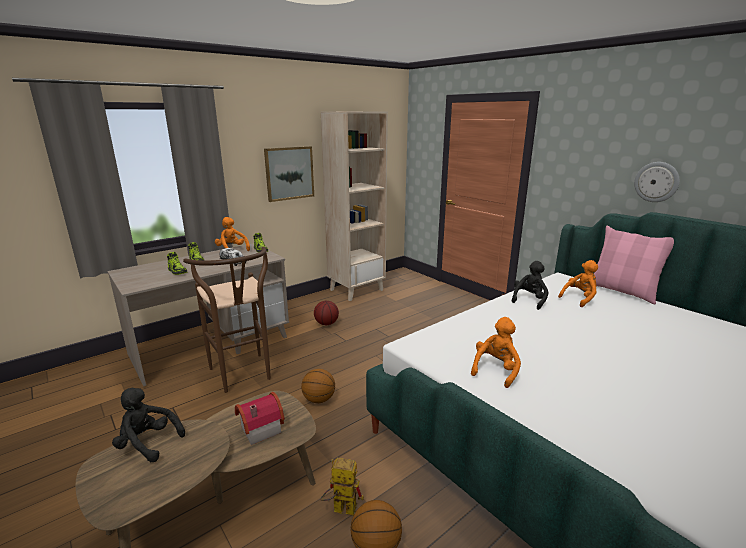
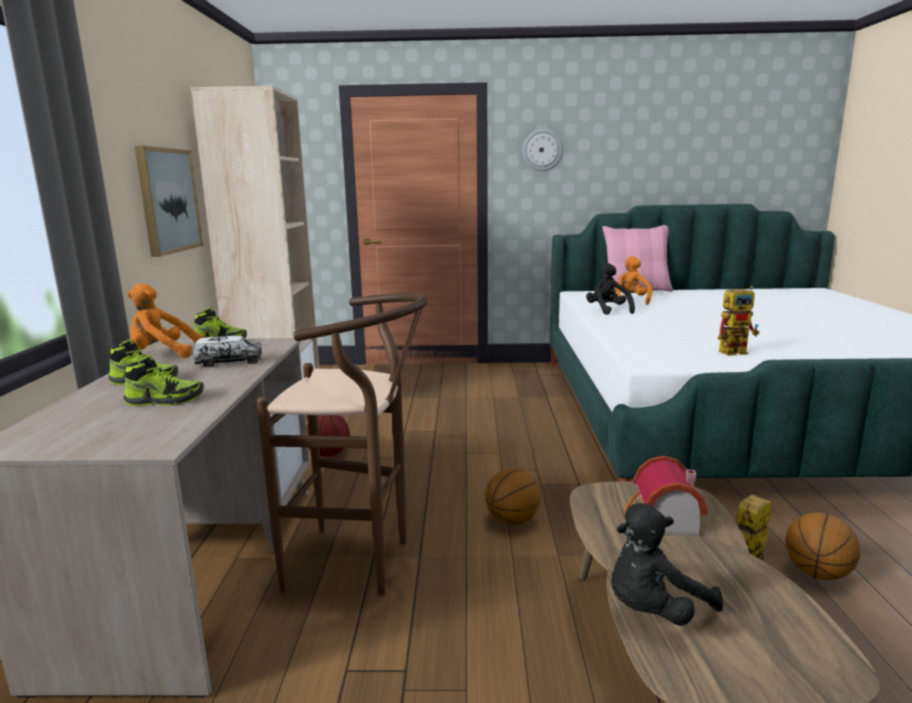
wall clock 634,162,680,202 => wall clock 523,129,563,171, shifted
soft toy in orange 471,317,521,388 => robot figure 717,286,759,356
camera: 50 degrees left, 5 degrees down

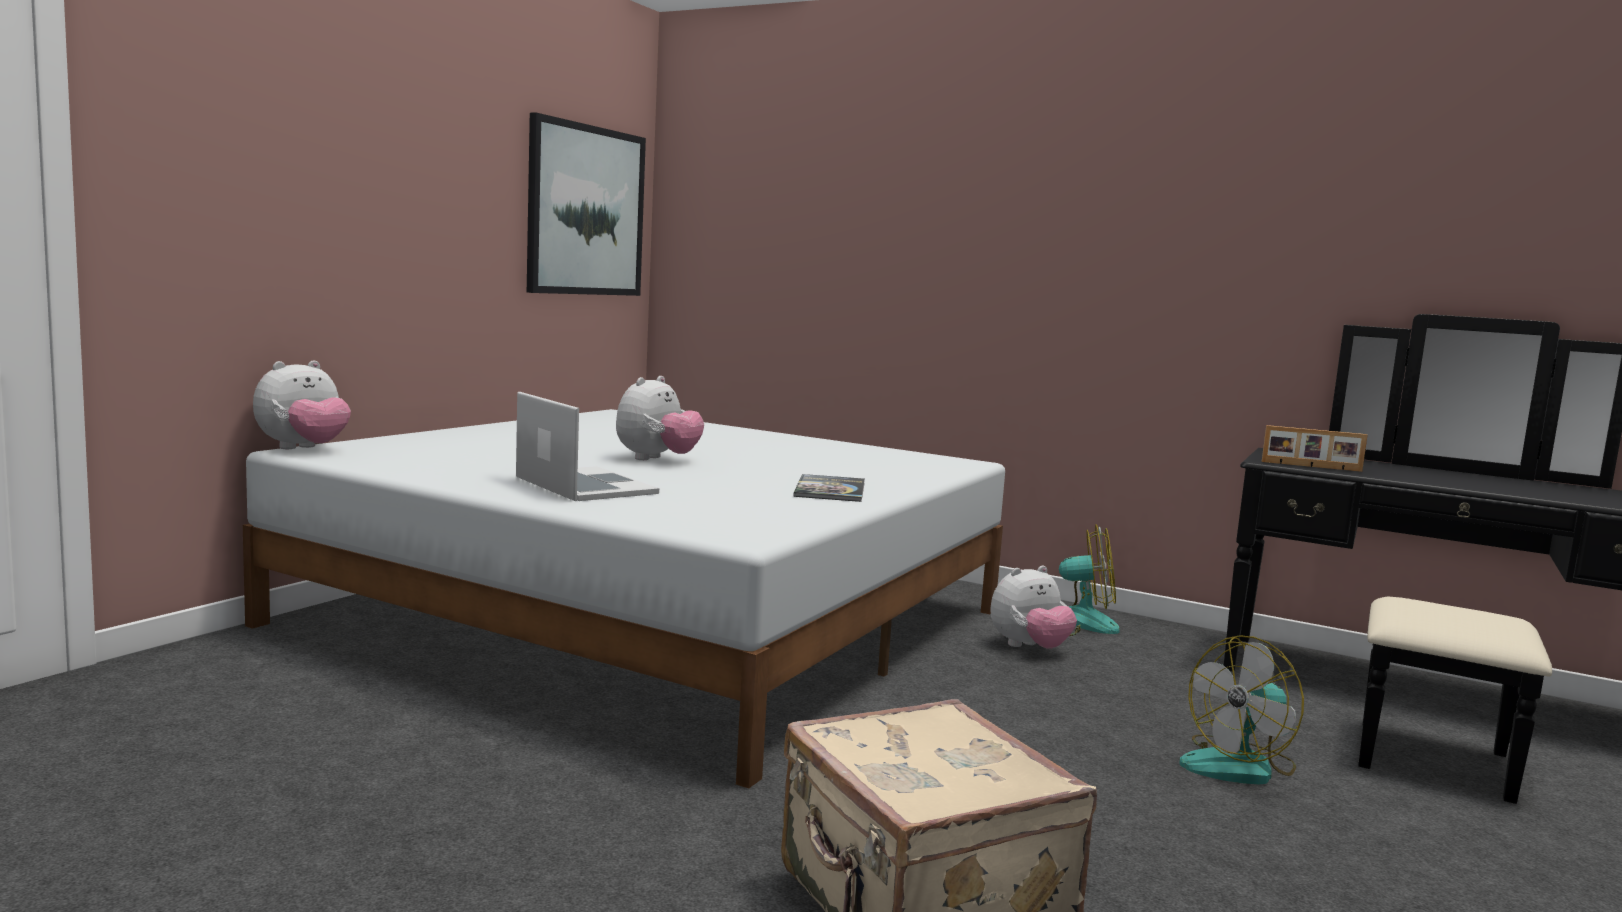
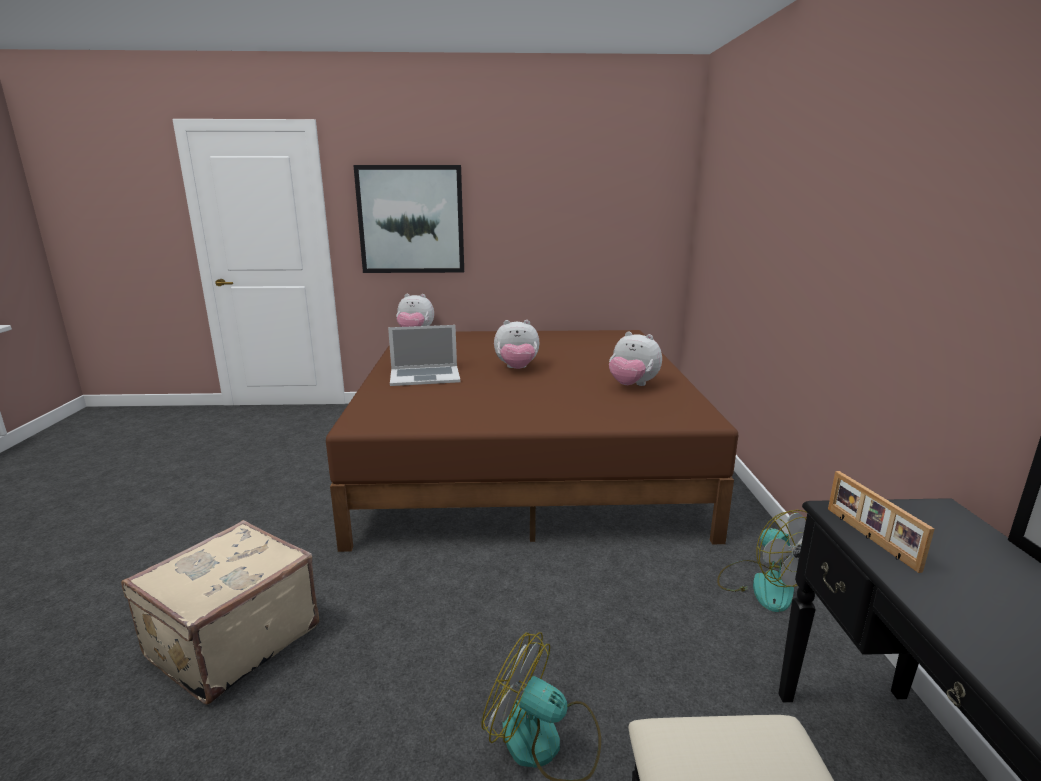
bound book 793,474,865,502 => nothing
picture 527,113,646,296 => picture 353,165,464,273, shifted
soft toy 990,565,1077,649 => soft toy 609,331,662,386, shifted
sleeping bed in white 243,409,1005,788 => sleeping bed in brown-coloured 326,330,738,552
portable computer 516,392,659,501 => portable computer 388,325,461,386, 60 degrees clockwise
camera: 60 degrees right, 10 degrees up

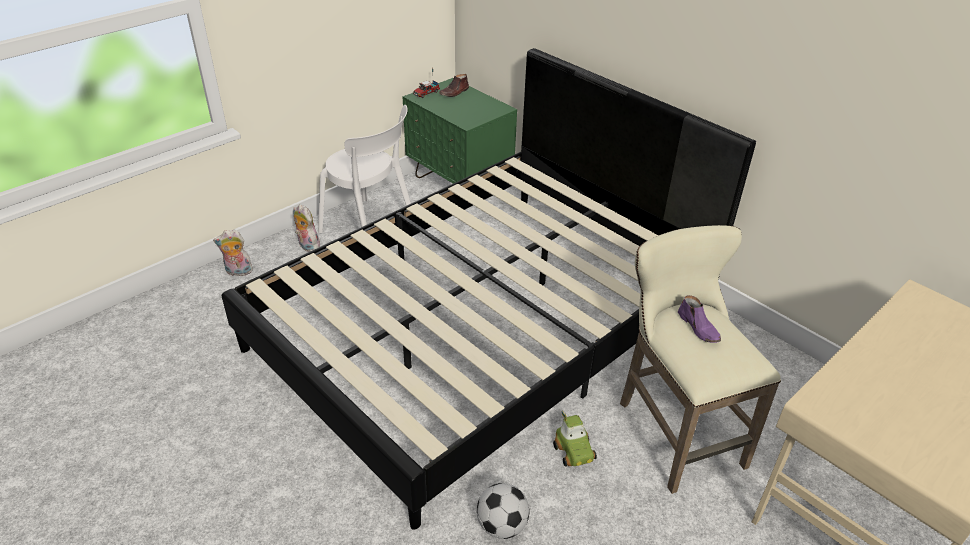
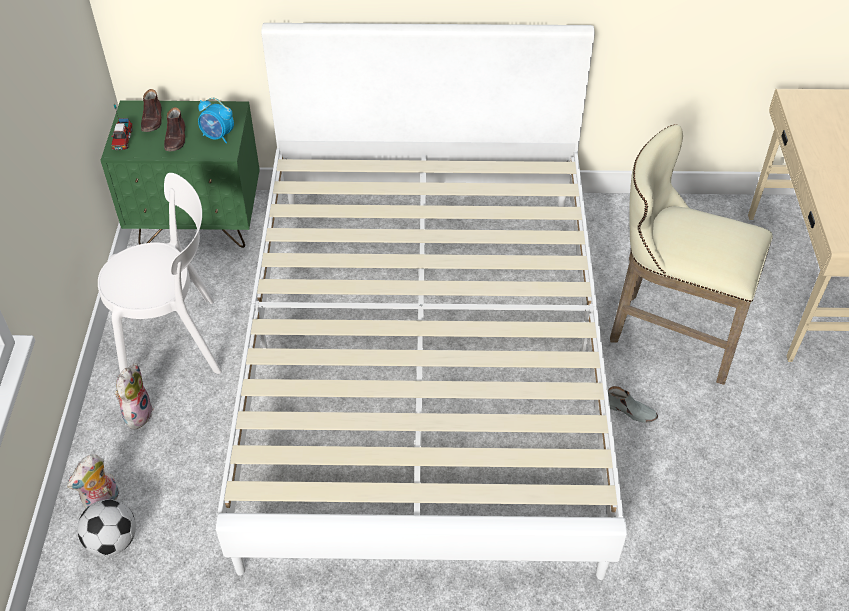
low shoe in purple 678,295,721,343 => nothing
nothing => low shoe in brown-coloured 164,107,185,151
nothing => alarm clock 198,98,234,143
ball for football 477,483,529,539 => ball for football 77,499,136,556, shifted
model car 553,411,597,467 => low shoe in greyish 608,386,658,422
sleeping bed in black 222,48,756,530 => sleeping bed in white 216,23,627,580
soft toy 293,204,322,252 => soft toy 115,363,154,430, 105 degrees clockwise
camera: 45 degrees left, 10 degrees up

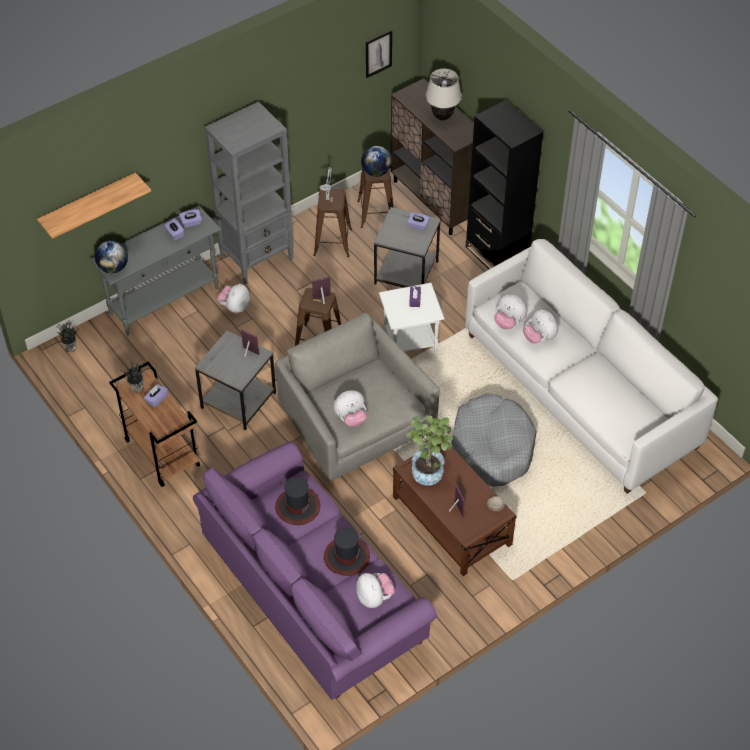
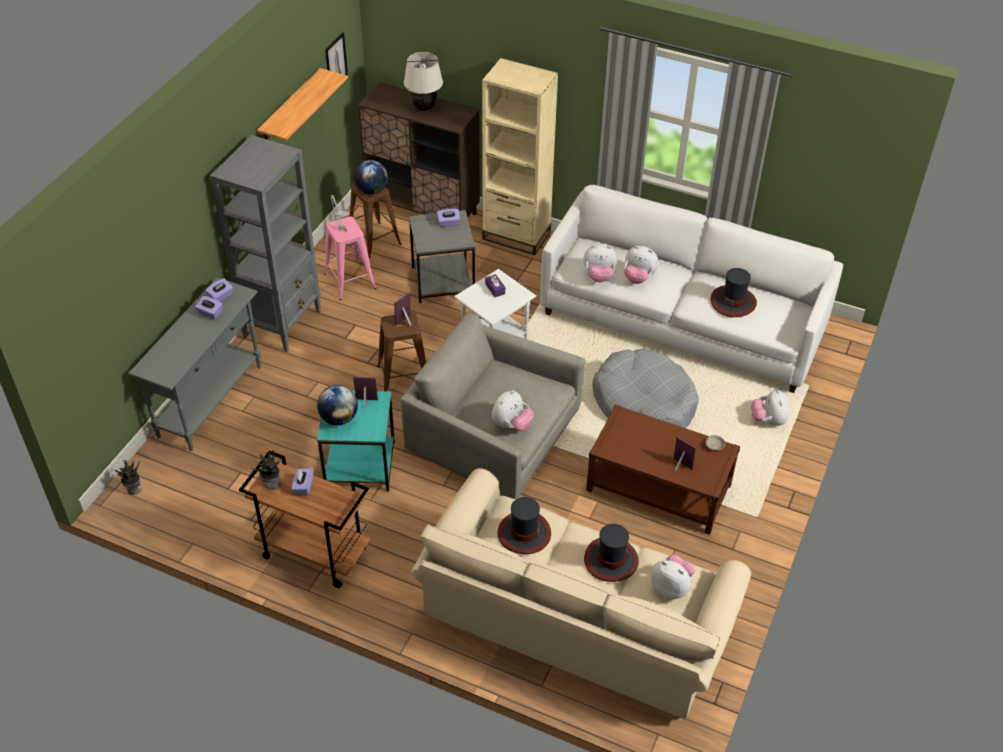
houseplant 406,415,454,486 => nothing
nothing => clothing hat 711,268,757,317
shelf 37,172,151,239 => shelf 257,68,348,141, shifted
desk globe 95,240,128,273 => desk globe 317,385,358,425, shifted
soft toy 217,284,250,313 => soft toy 751,389,789,426, shifted
sofa in purple 193,441,437,700 => sofa in beige-coloured 411,468,752,719
accent table in greyish 195,331,276,430 => accent table in turquoise-coloured 317,391,395,492
stool in brown-coloured 314,189,352,257 => stool in pinkish 324,217,376,300
bookshelf in black 466,100,543,269 => bookshelf in beige-coloured 482,58,558,255
camera: 30 degrees left, 5 degrees down

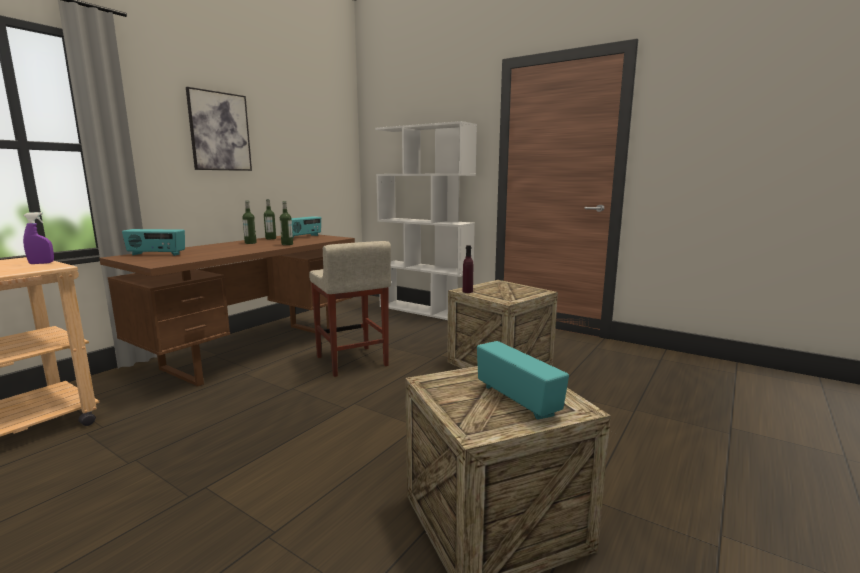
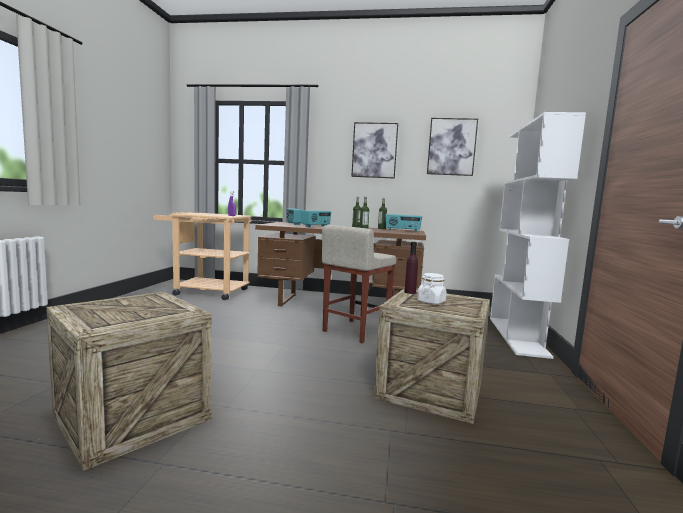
nothing => preserve jar in white 417,273,446,304
nothing => picture 427,118,478,176
radio receiver 477,341,569,420 => radio receiver 301,210,331,227, shifted
camera: 65 degrees right, 5 degrees down

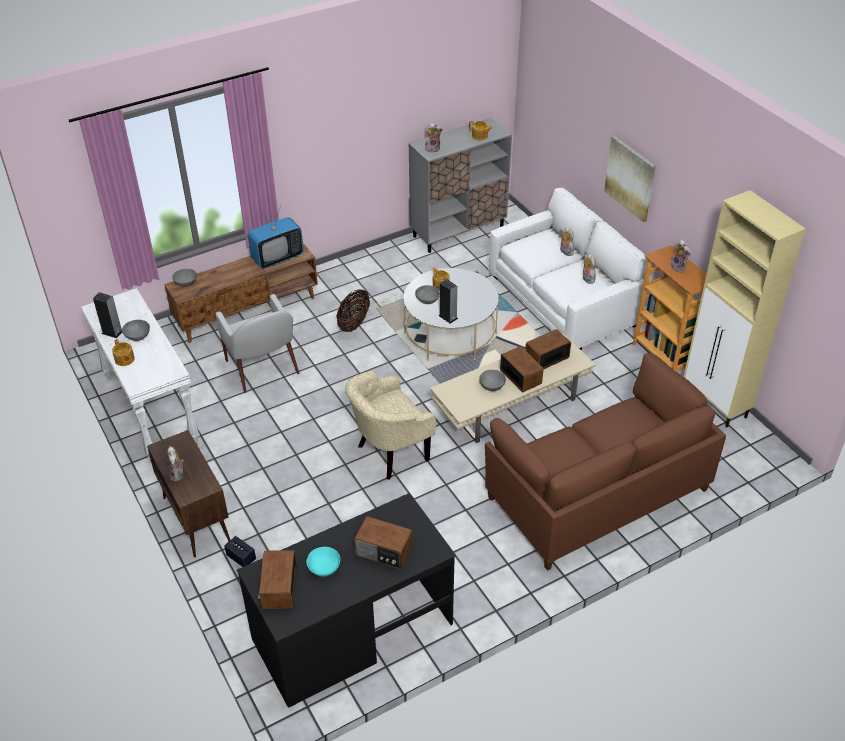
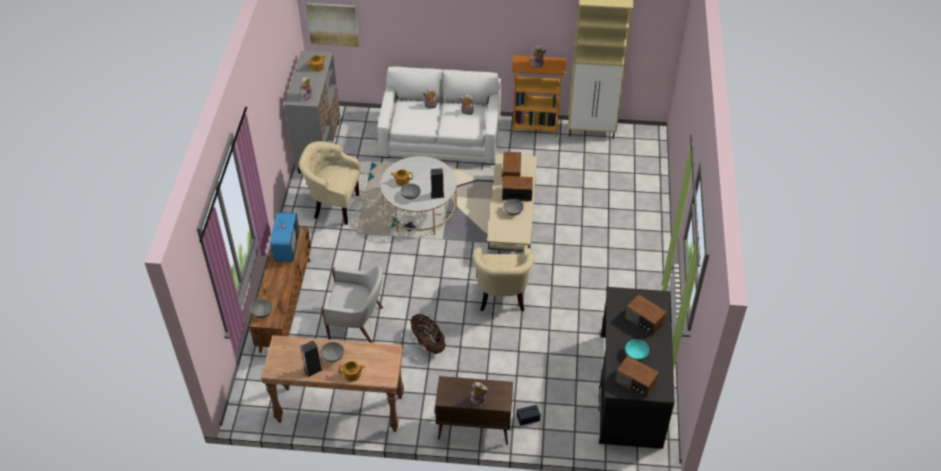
sofa in brown-coloured 485,353,726,571 => nothing
nothing => lounge chair in beige-coloured 299,141,361,225
household basket 336,289,370,332 => household basket 411,314,446,354, shifted
picture 604,136,656,222 => picture 306,3,359,47, shifted
narrow table in white 81,288,200,461 => narrow table in brown-coloured 261,335,404,432
radio receiver 354,516,413,569 => radio receiver 624,294,667,335, 75 degrees clockwise
camera: 55 degrees left, 5 degrees up

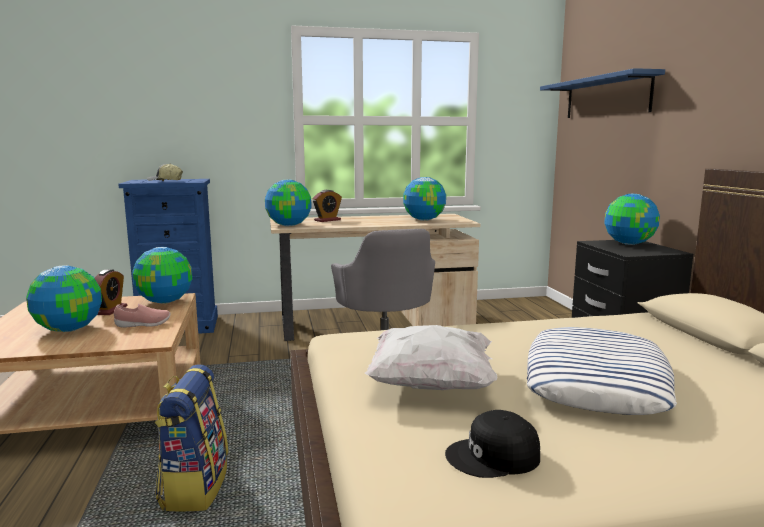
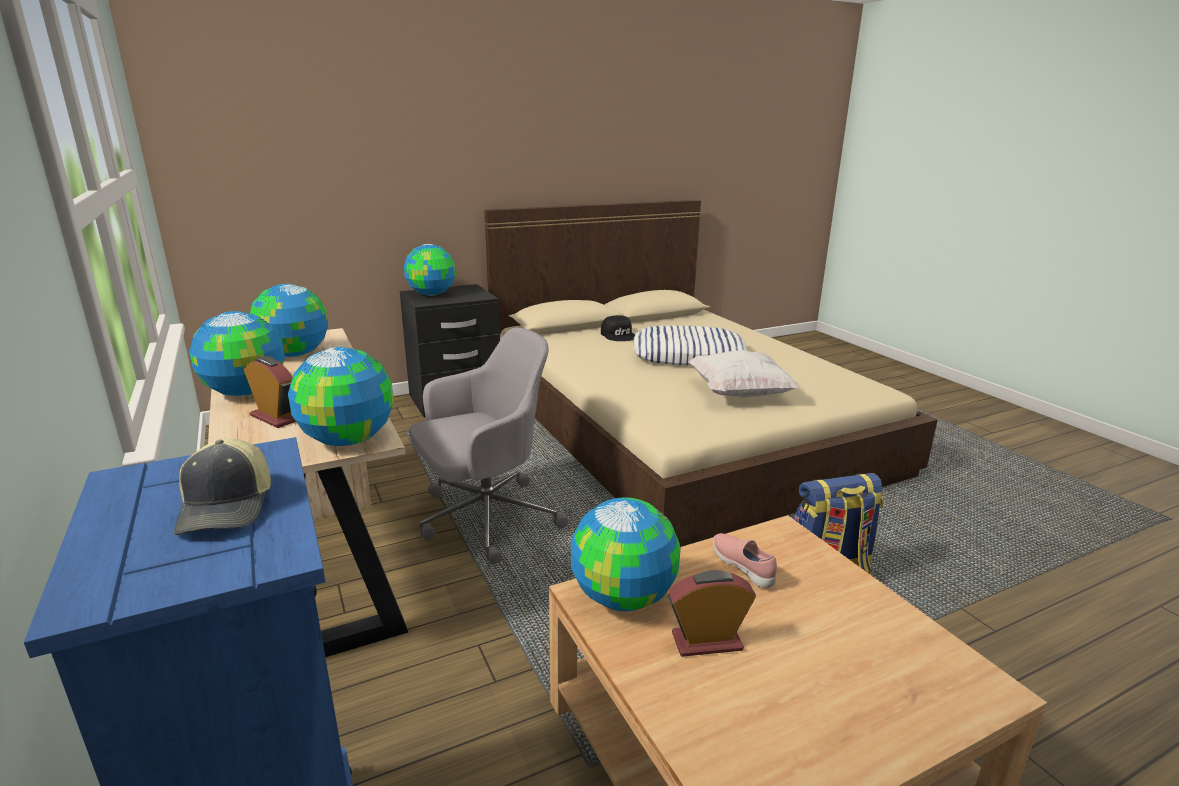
shelf in blue 540,68,665,118 => nothing
desk globe 26,265,102,332 => desk globe 189,311,285,396, shifted
peaked cap in black 445,410,540,478 => peaked cap in black 601,315,635,341, shifted
camera: 105 degrees left, 10 degrees up

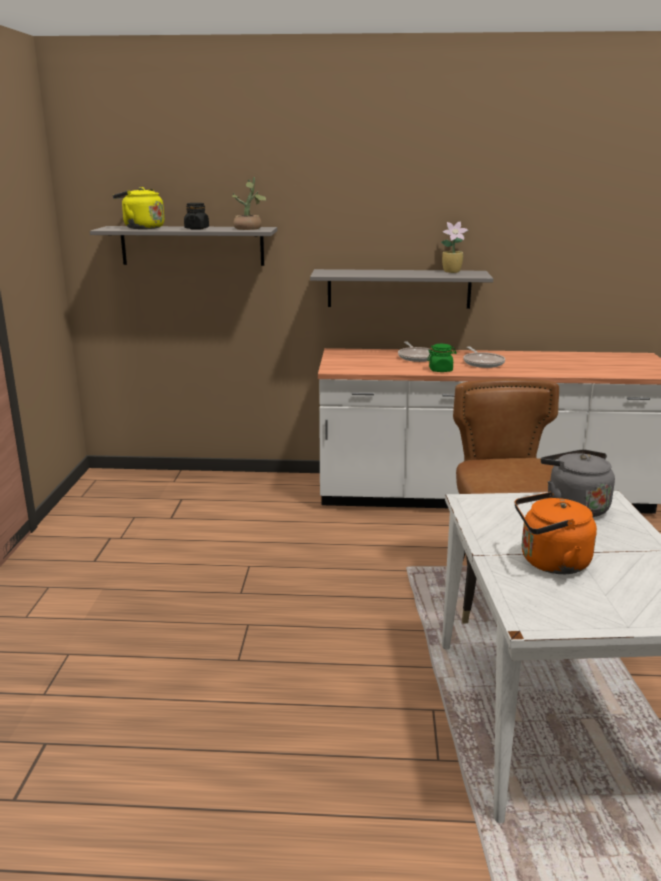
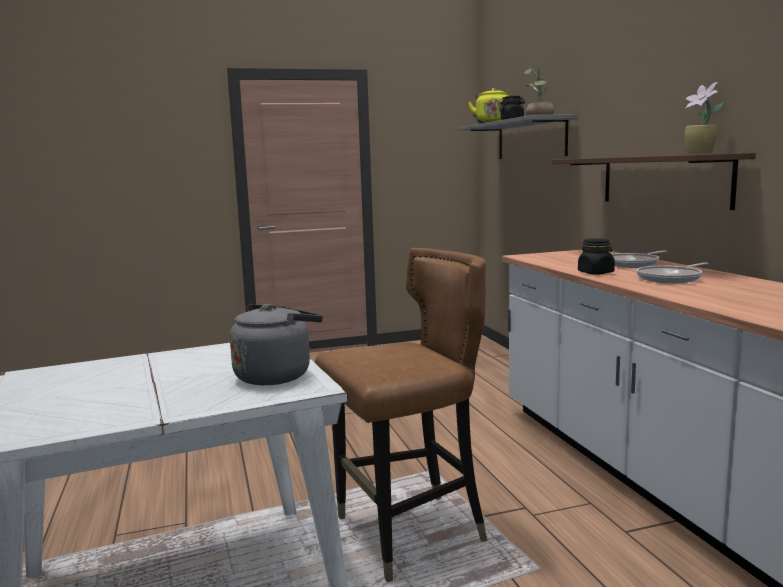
tea kettle in orange 515,492,597,574 => nothing
shelf in greyish 310,269,493,309 => shelf in brown-coloured 552,153,756,210
preserve jar in green 427,344,456,372 => preserve jar in black 578,238,615,275
camera: 70 degrees right, 10 degrees down

